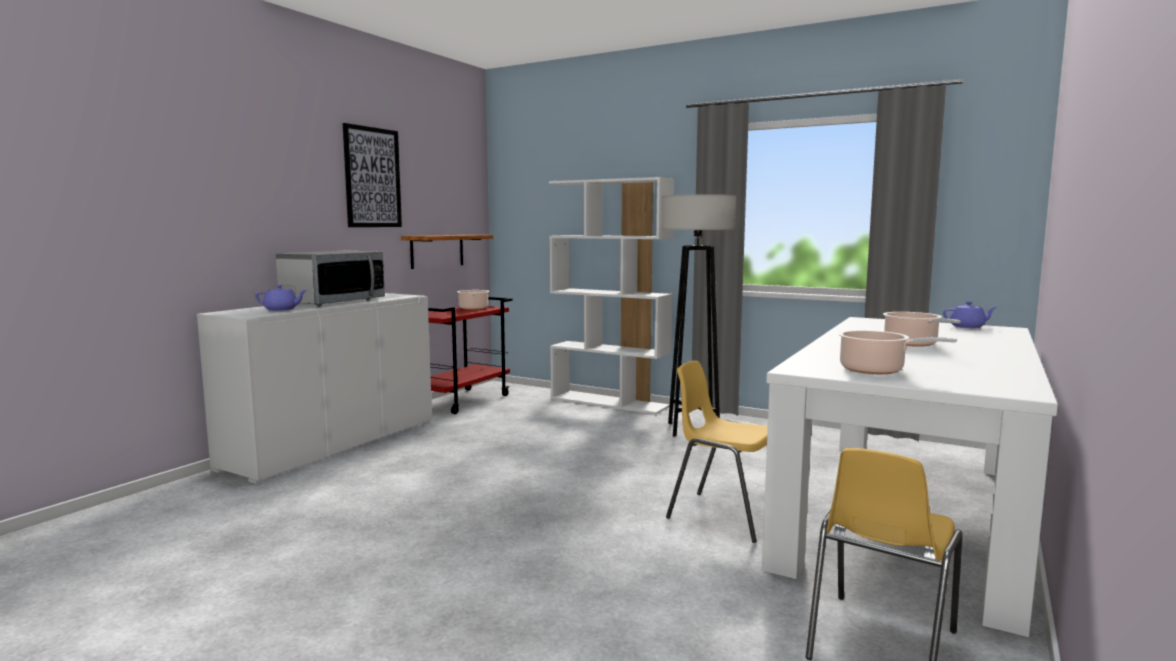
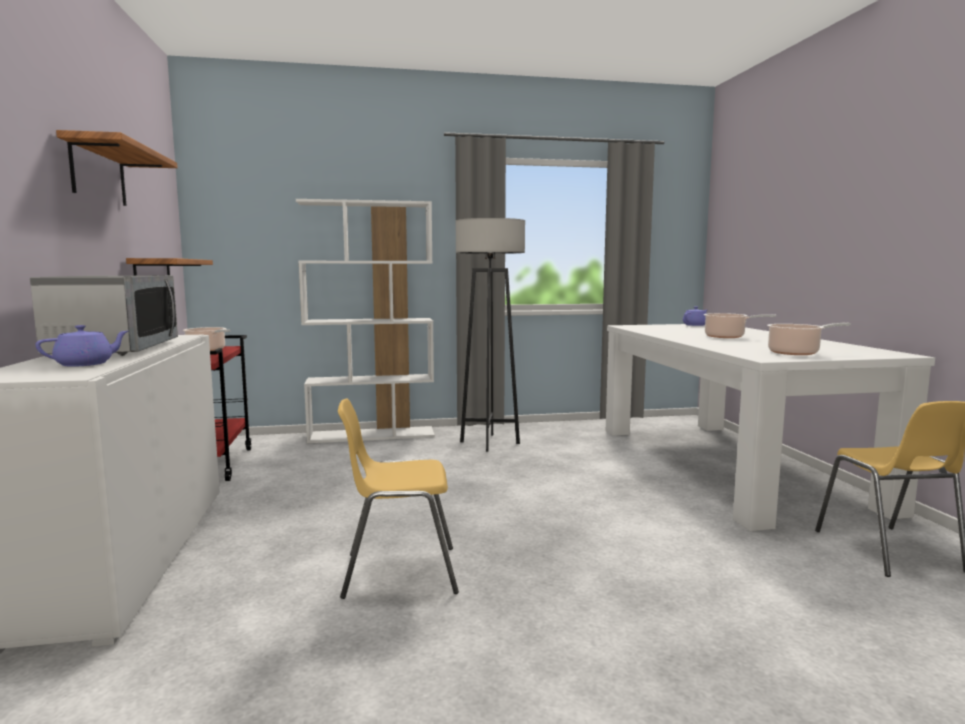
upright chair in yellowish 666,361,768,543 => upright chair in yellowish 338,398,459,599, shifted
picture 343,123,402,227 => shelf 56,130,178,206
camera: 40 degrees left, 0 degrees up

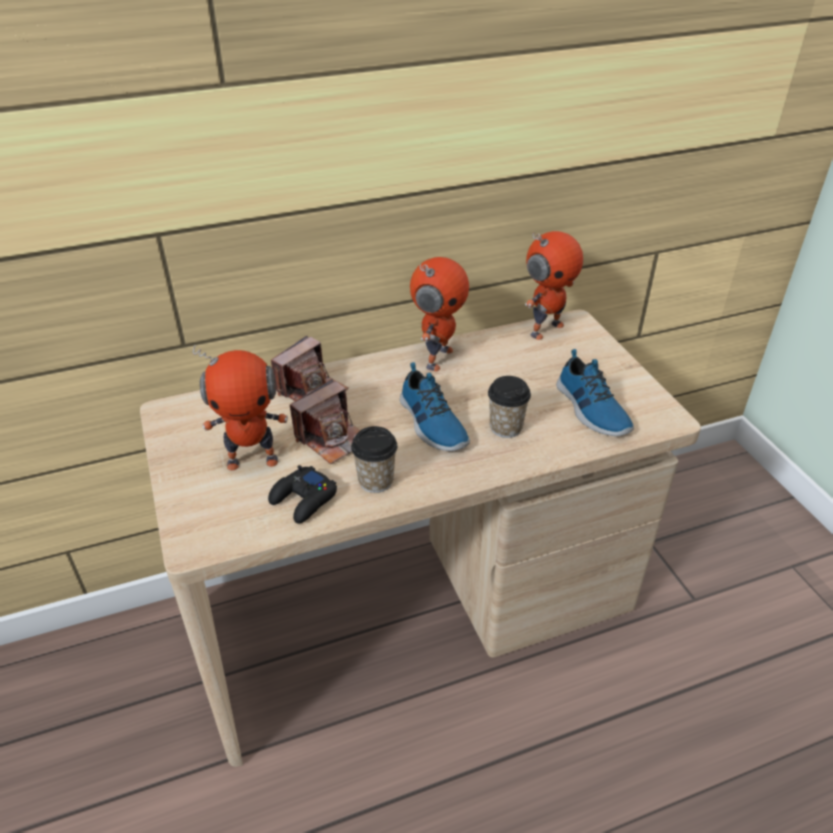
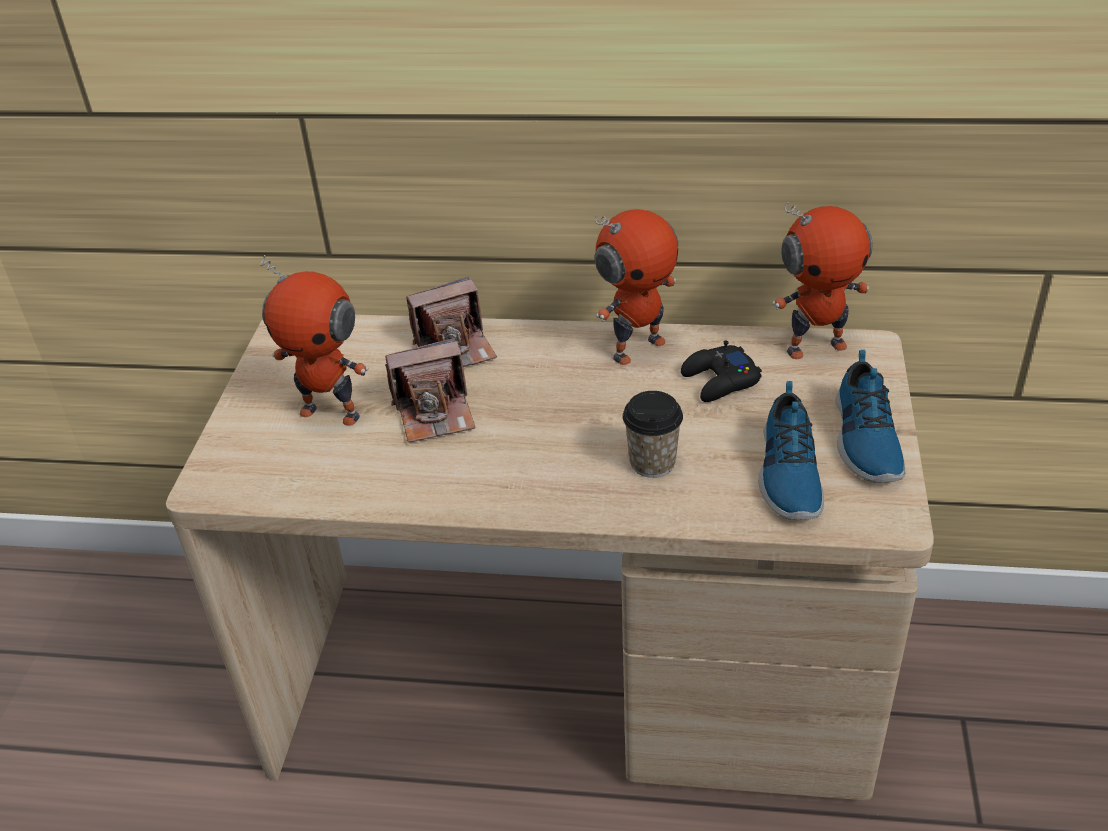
drinking cup 351,426,398,493 => nothing
joypad in black 268,465,337,524 => joypad in black 681,340,762,402, shifted
low shoe 400,362,470,451 => low shoe 835,350,905,483, shifted
camera: 30 degrees right, 0 degrees up

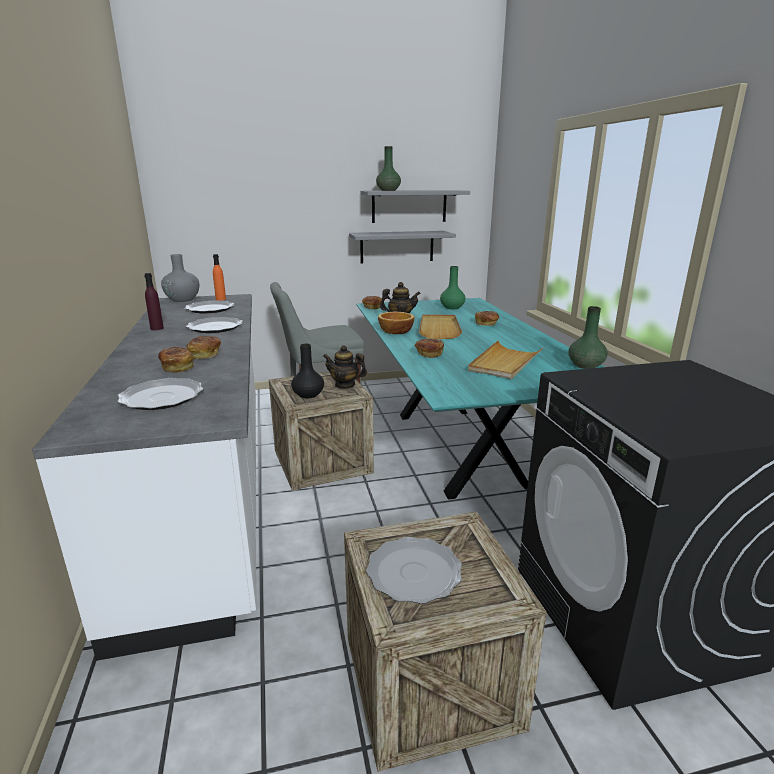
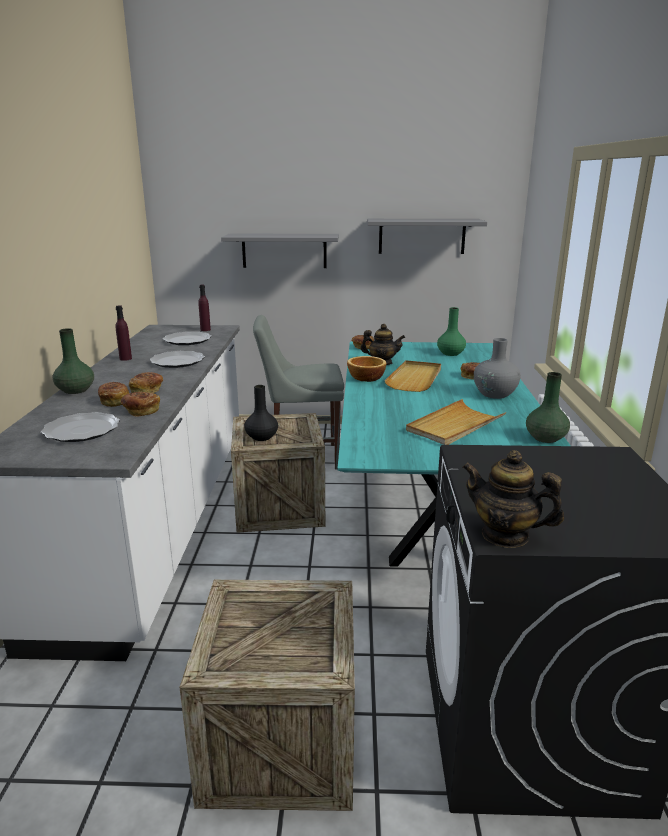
flat dish 366,537,462,604 => nothing
flower vase in greyish 161,254,199,302 => flower vase in greyish 474,338,521,399, shifted
teapot 323,345,367,389 => teapot 462,450,564,548, shifted
shelf in greyish 349,231,456,263 => shelf in greyish 221,234,339,268, shifted
flower vase in green 376,146,401,191 => flower vase in green 52,328,94,394, shifted
bakery bread 415,339,444,358 => bakery bread 121,392,160,417, shifted
bottle in orange 213,254,226,301 => bottle in purple 198,285,211,331
camera: 15 degrees right, 0 degrees up

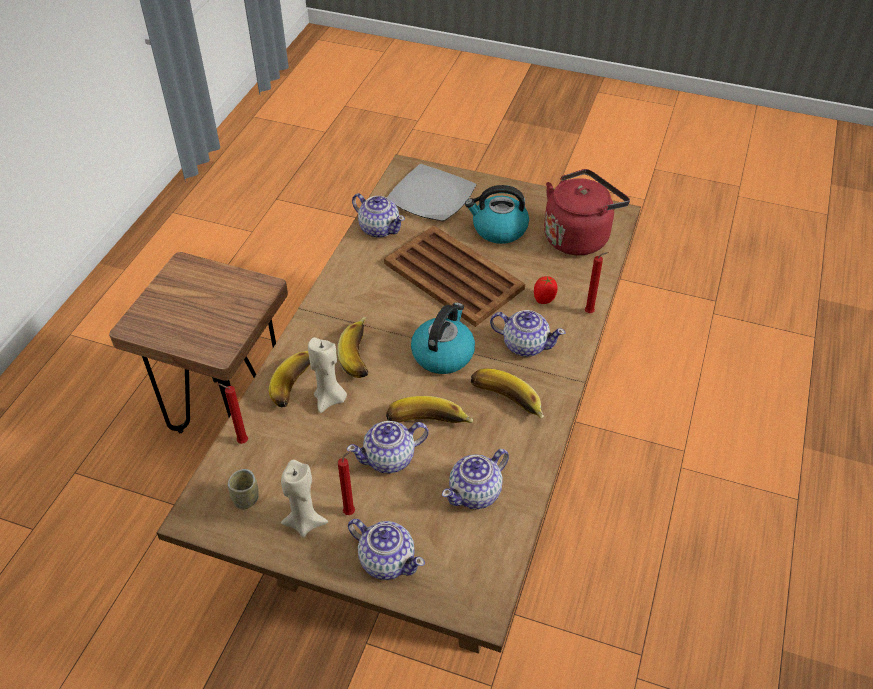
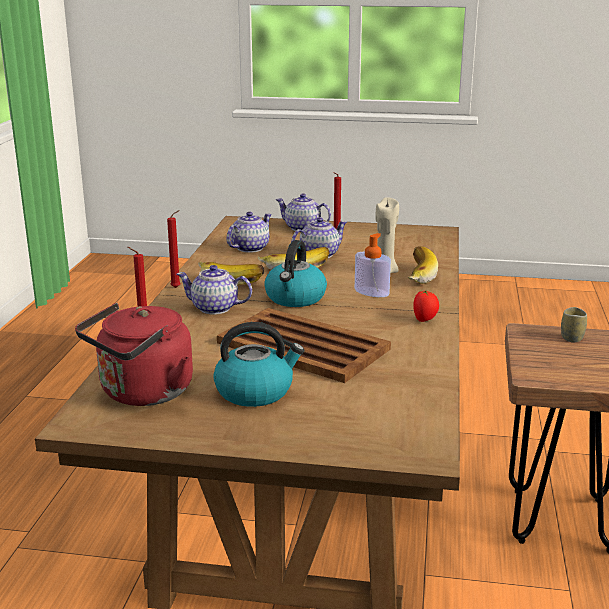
candle in beige-coloured 281,460,328,537 => nothing
teapot 352,193,405,238 => nothing
flat dish 387,164,476,221 => nothing
candle in red-coloured 217,383,248,444 => candle in red-coloured 167,210,181,288, shifted
drinking cup 228,469,259,509 => drinking cup 561,307,587,343, shifted
whole tomato 534,276,558,304 => whole tomato 413,290,439,322, shifted
banana 337,317,368,378 => soap dispenser 355,233,391,297
camera: 170 degrees right, 25 degrees down

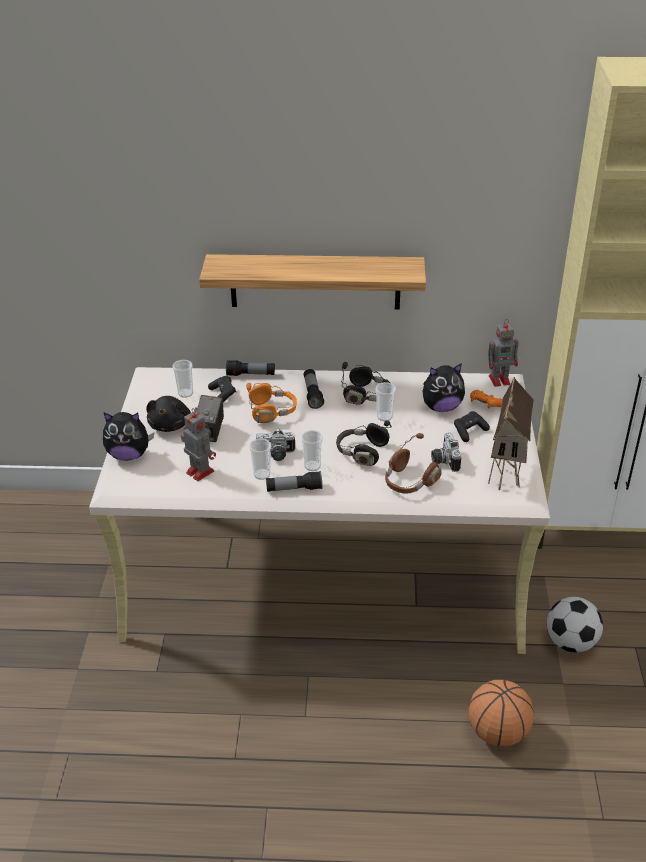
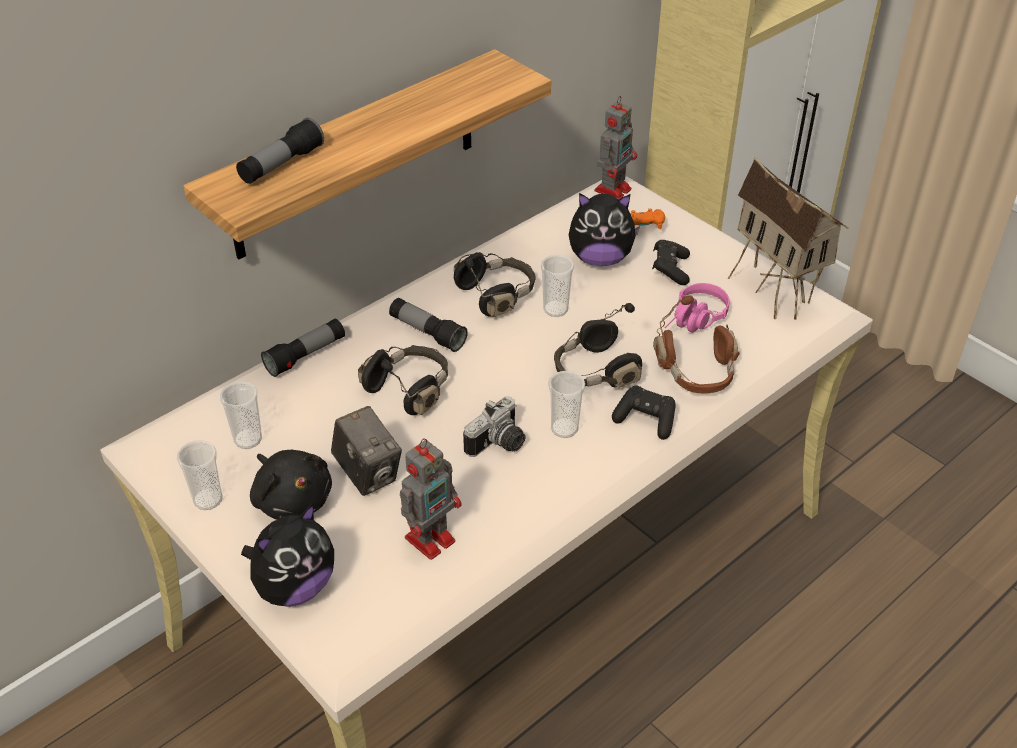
basketball ball 469,680,534,747 => nothing
ball for football 547,597,603,653 => nothing
joypad in black 208,376,236,402 => joypad in black 612,385,675,440, shifted
drinking cup 249,438,271,480 => drinking cup 177,440,223,510, shifted
hand torch 266,471,322,492 => hand torch 236,118,324,184, shifted
still camera 431,433,461,472 => headphones in pinkish 664,283,729,333
headphones in orange 246,383,297,423 => headphones in black 358,345,448,415
robot figure 181,408,216,481 => robot figure 400,439,462,560, 135 degrees clockwise
soft toy 423,363,465,412 => soft toy 569,193,640,266, 60 degrees clockwise
camera: 45 degrees left, 5 degrees up

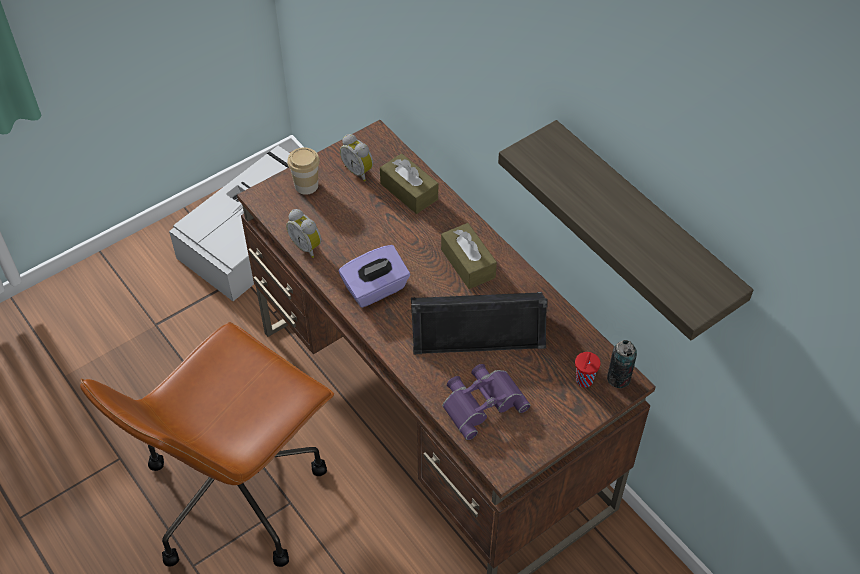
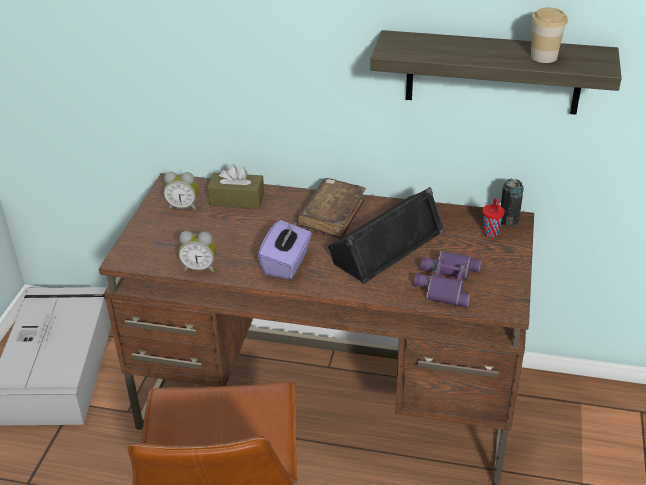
drinking cup 287,147,320,195 => drinking cup 531,8,568,63, shifted
box of tissues in brown-coloured 441,223,497,289 => bound book in brown-coloured 297,178,366,239
camera: 40 degrees left, 15 degrees down

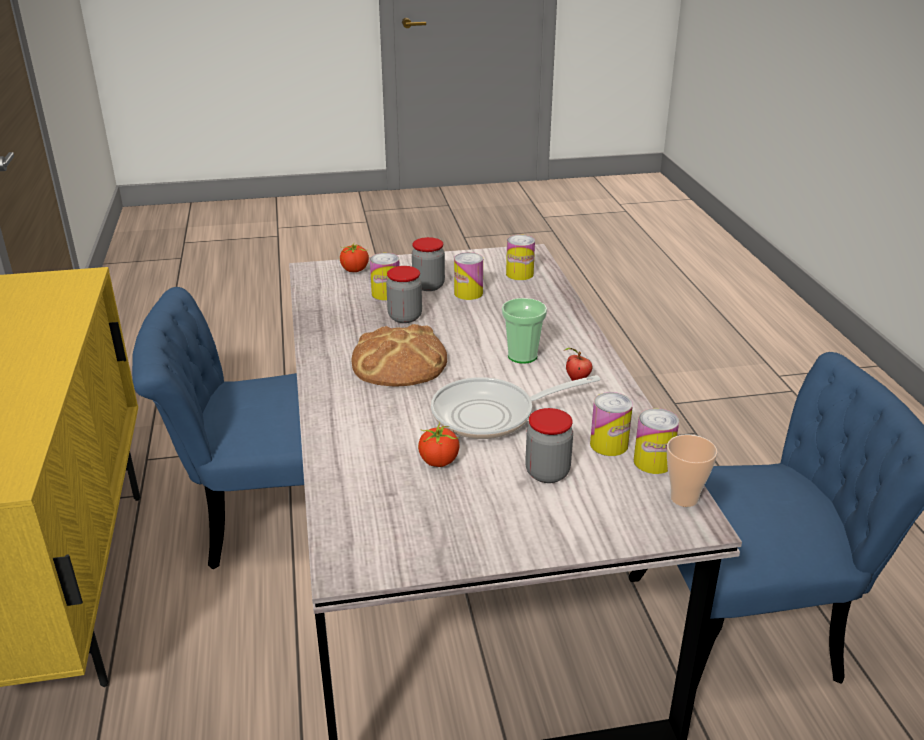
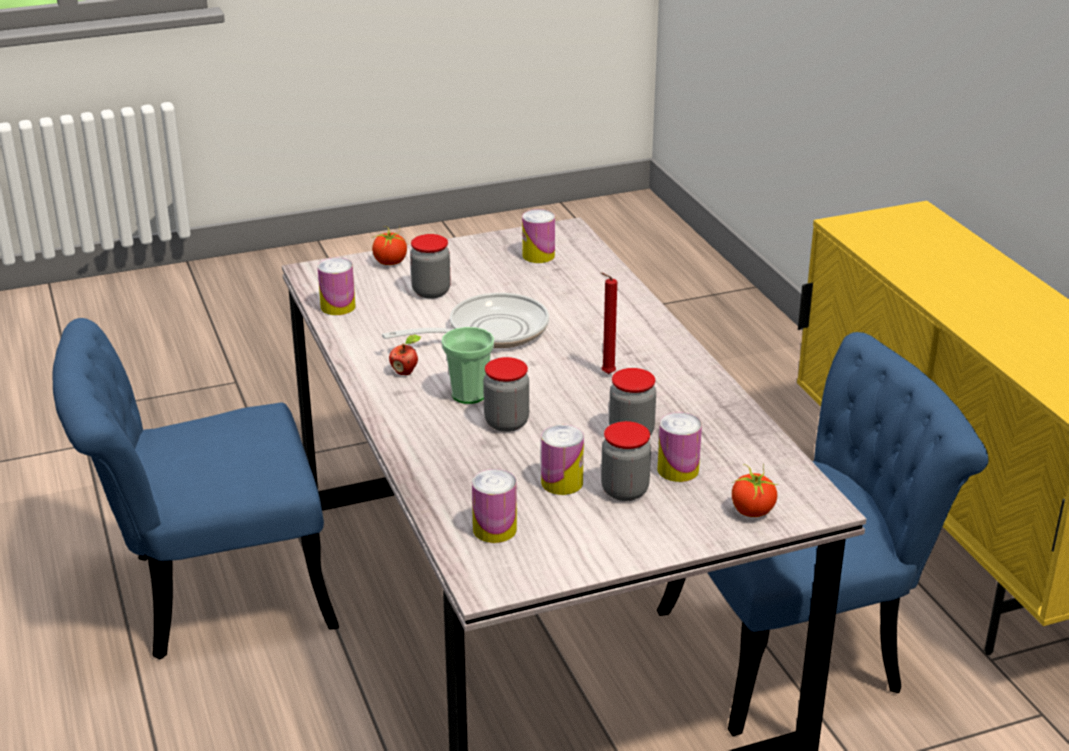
drinking cup 667,434,717,507 => nothing
nothing => preserve jar 483,357,529,432
whole tomato 418,422,459,467 => whole tomato 371,226,407,265, shifted
sealed can 590,392,633,456 => sealed can 522,209,555,263, shifted
bakery bread 351,324,447,387 => candle in red-coloured 601,272,617,374
camera: 170 degrees right, 0 degrees up

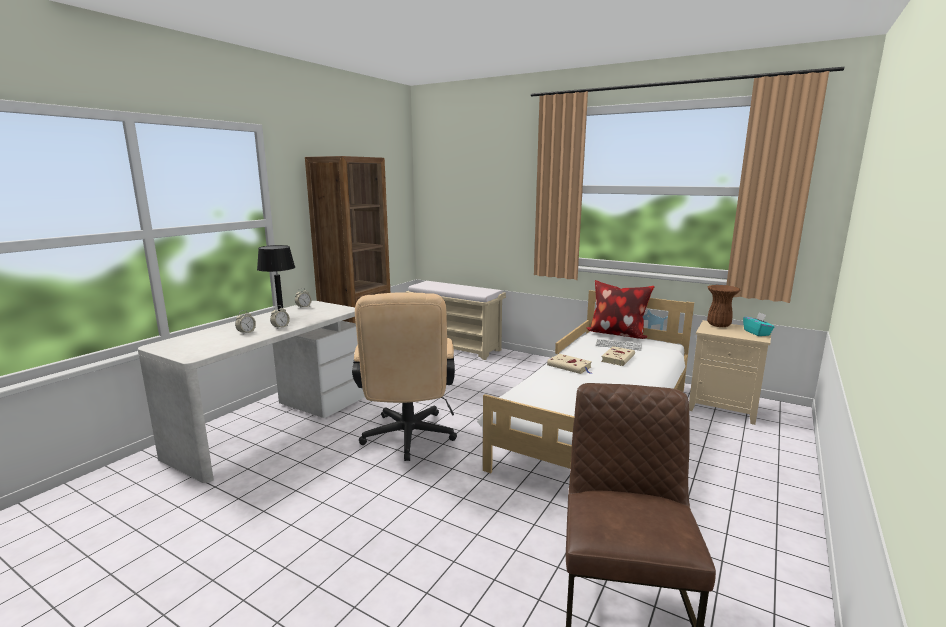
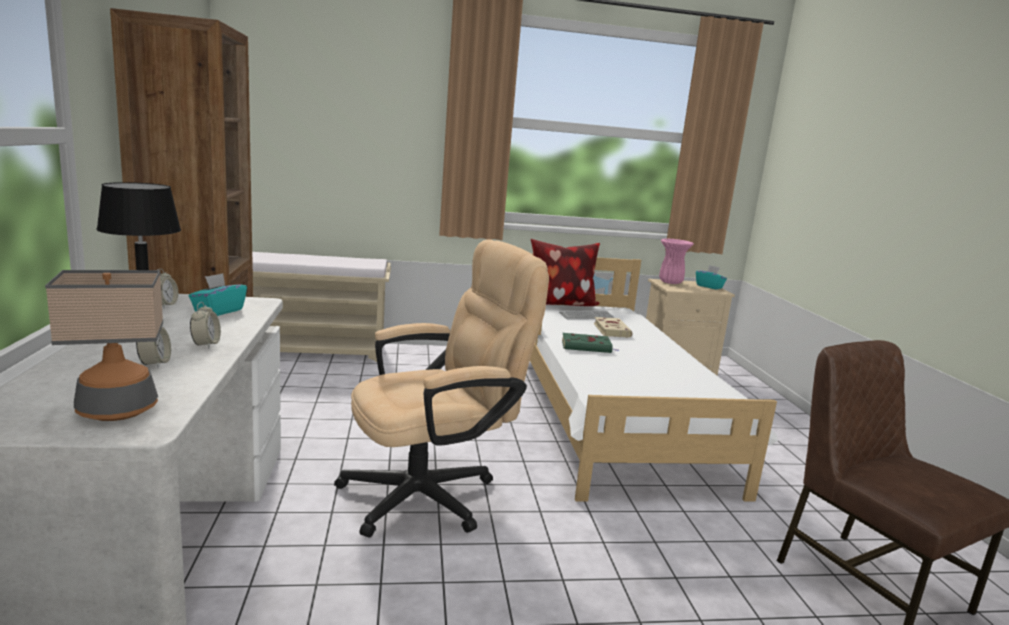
nothing => table lamp 45,270,163,421
nothing => box of tissues in turquoise-coloured 189,273,247,316
bound book in beige-coloured 547,354,592,374 => bound book in green 562,333,618,353
flower vase in brown-coloured 707,285,740,327 => flower vase in pinkish 659,239,694,284
computer chair in beige-coloured 352,292,457,461 => computer chair in beige-coloured 334,239,549,537, 75 degrees counterclockwise
camera: 40 degrees left, 0 degrees up

